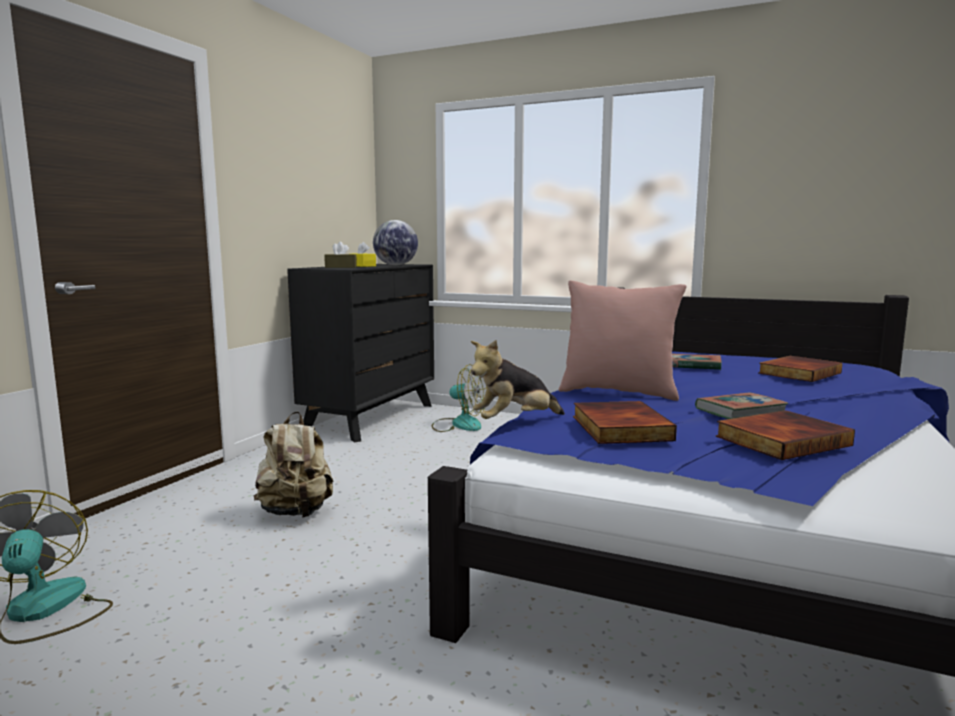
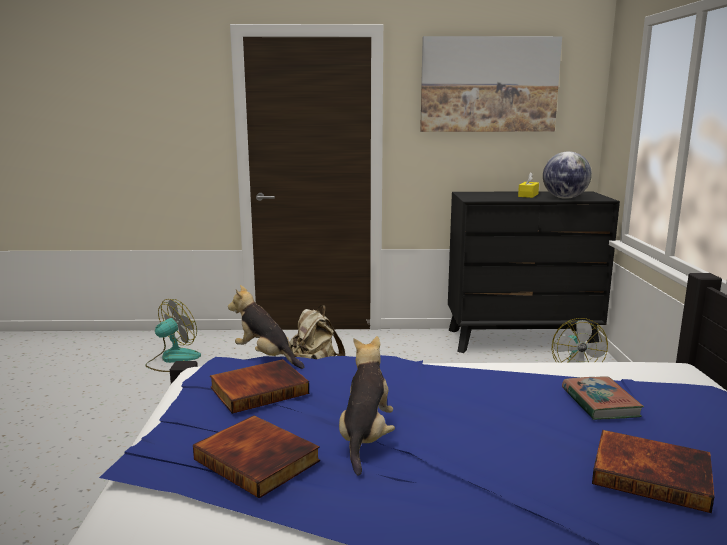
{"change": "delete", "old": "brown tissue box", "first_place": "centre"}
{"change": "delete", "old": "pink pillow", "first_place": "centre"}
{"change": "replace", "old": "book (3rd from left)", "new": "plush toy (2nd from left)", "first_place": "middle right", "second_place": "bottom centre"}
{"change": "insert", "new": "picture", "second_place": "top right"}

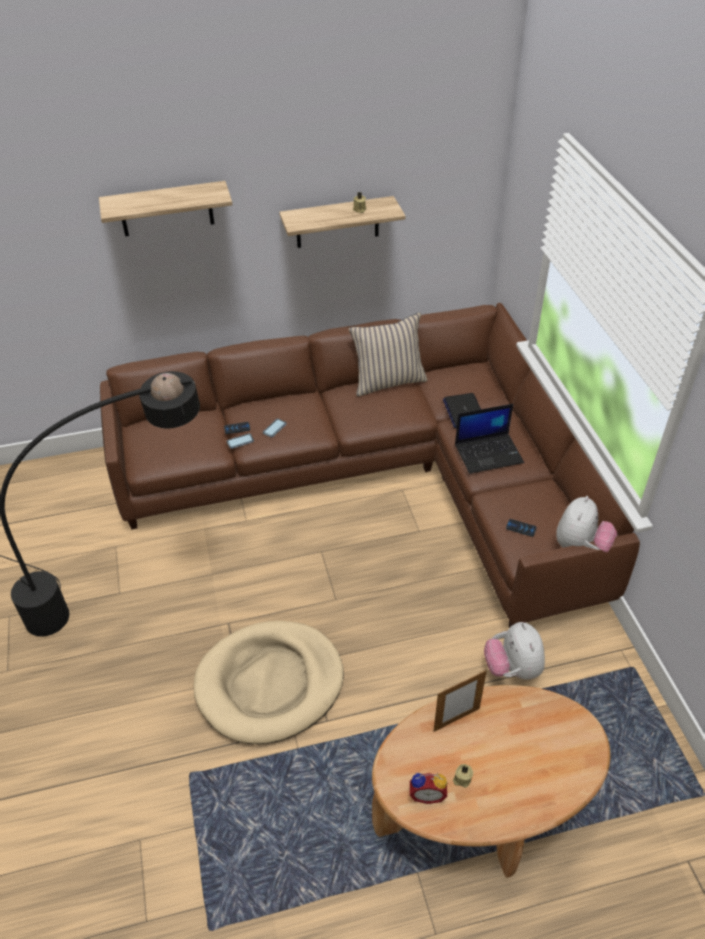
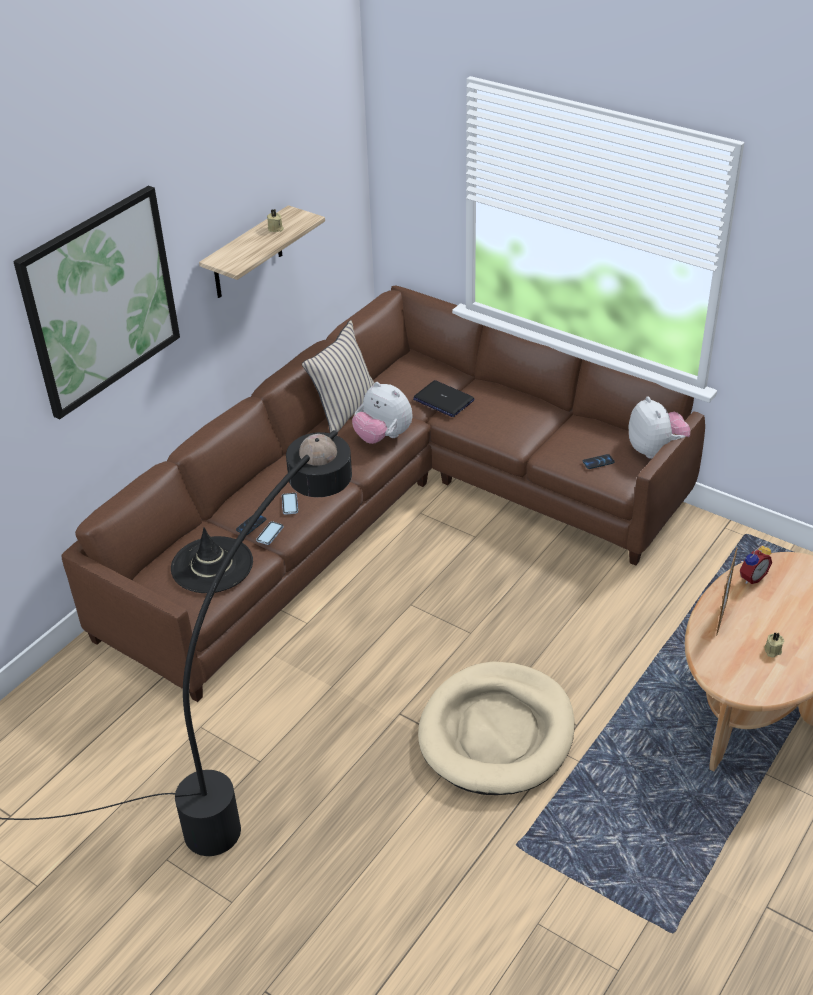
{"change": "replace", "old": "shelf (1st from left)", "new": "picture", "first_place": "top left", "second_place": "top left"}
{"change": "delete", "old": "laptop (2nd from left)", "first_place": "middle right"}
{"change": "move", "old": "plush toy (1st from left)", "first_place": "bottom right", "second_place": "centre"}
{"change": "move", "old": "alarm clock", "first_place": "bottom centre", "second_place": "middle right"}
{"change": "insert", "new": "black hat", "second_place": "middle left"}

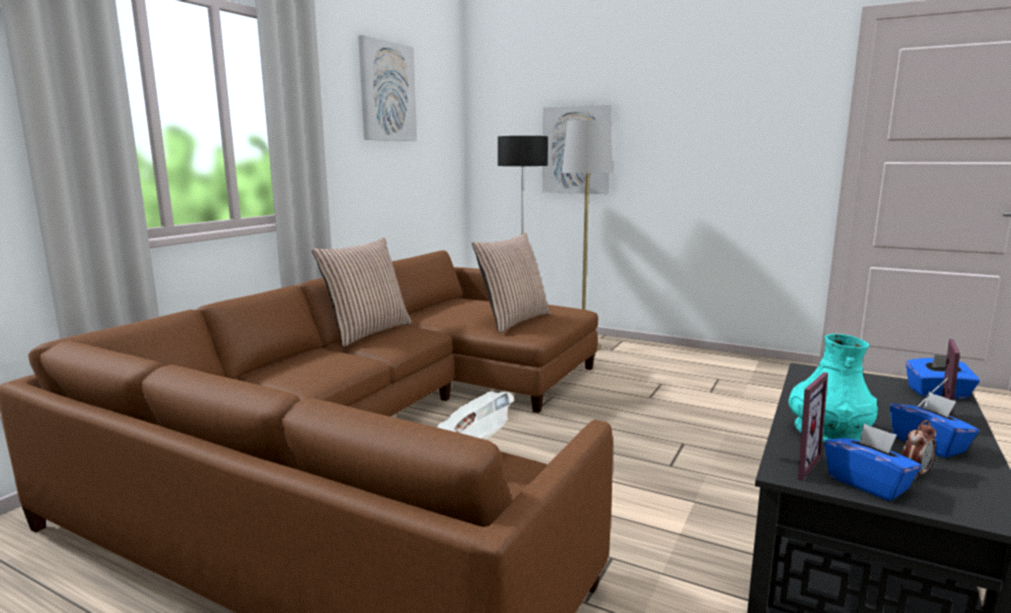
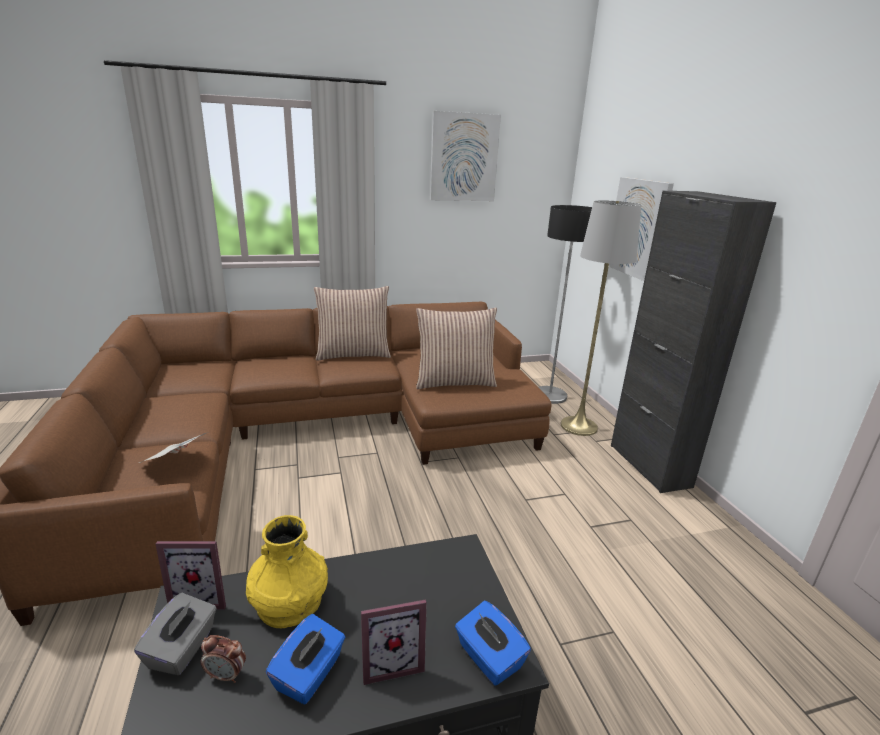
{"change": "recolor", "old": "turquoise vase", "new": "yellow vase", "first_place": "middle right", "second_place": "bottom left"}
{"change": "recolor", "old": "blue tissue box (1st from left)", "new": "grey tissue box", "first_place": "bottom right", "second_place": "bottom left"}
{"change": "insert", "new": "black cabinet", "second_place": "middle right"}

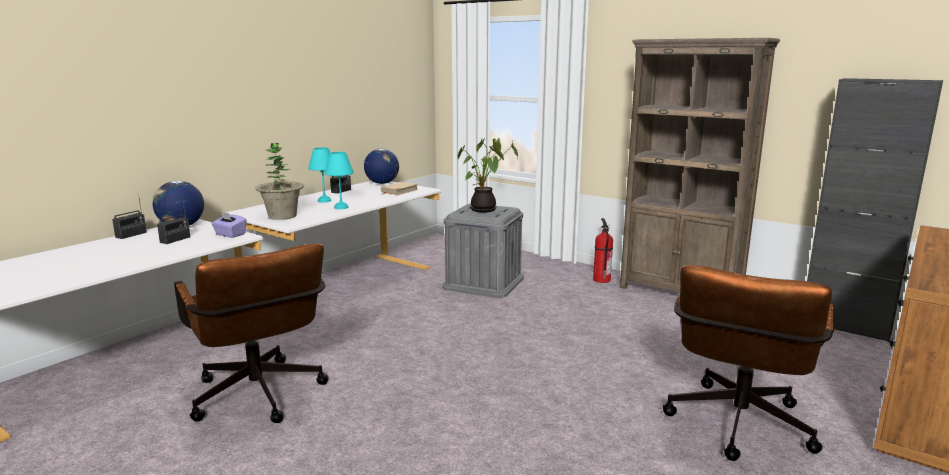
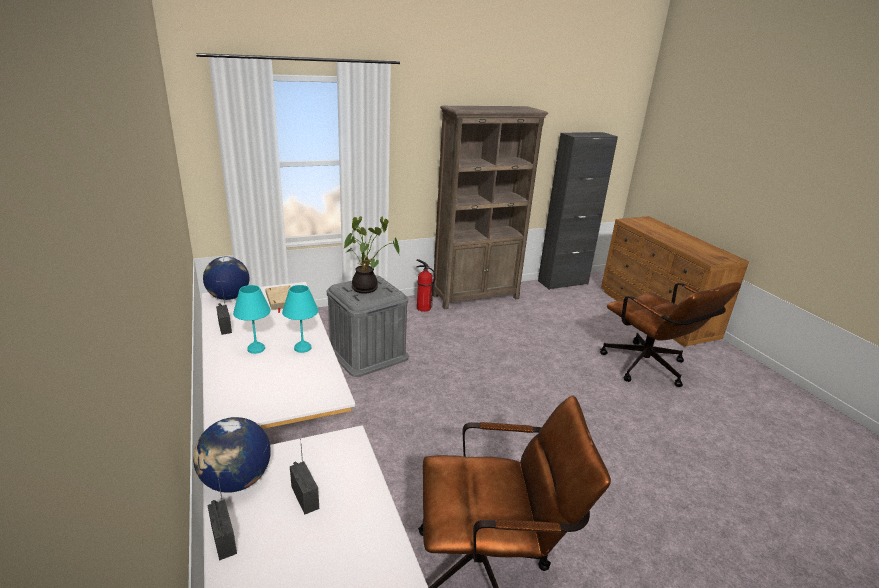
{"change": "delete", "old": "potted plant (1st from left)", "first_place": "middle left"}
{"change": "delete", "old": "purple tissue box", "first_place": "middle left"}

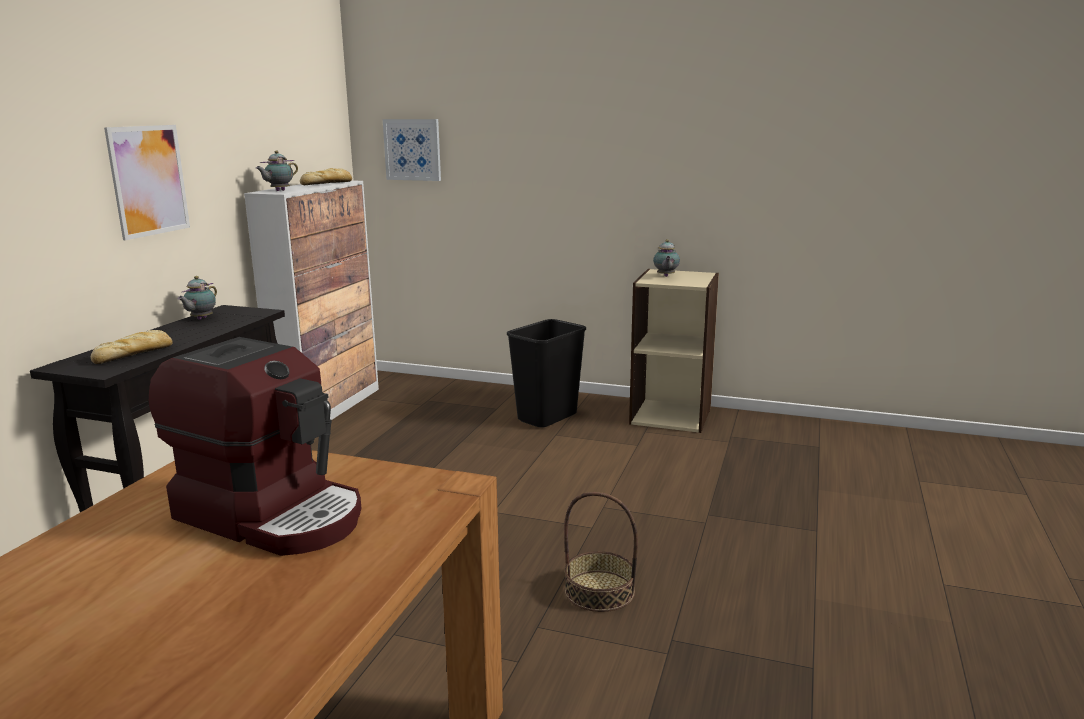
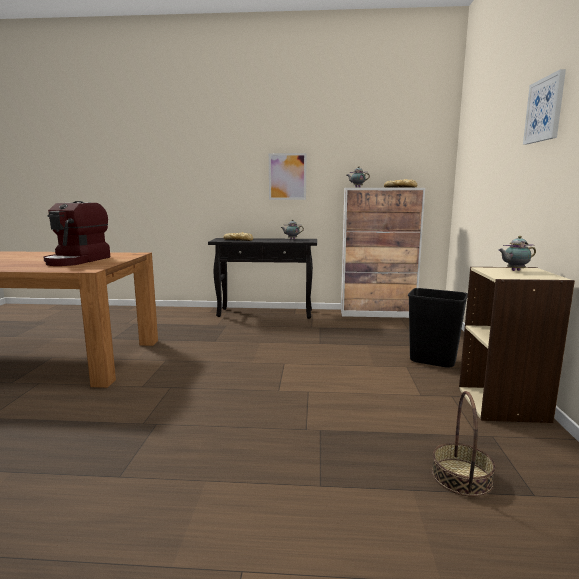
{"change": "move", "old": "picture (2nd from left)", "first_place": "top centre", "second_place": "top right"}
{"change": "move", "old": "basket", "first_place": "bottom centre", "second_place": "bottom right"}

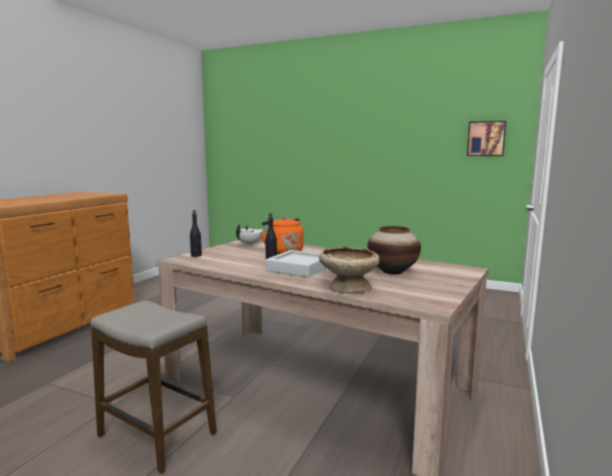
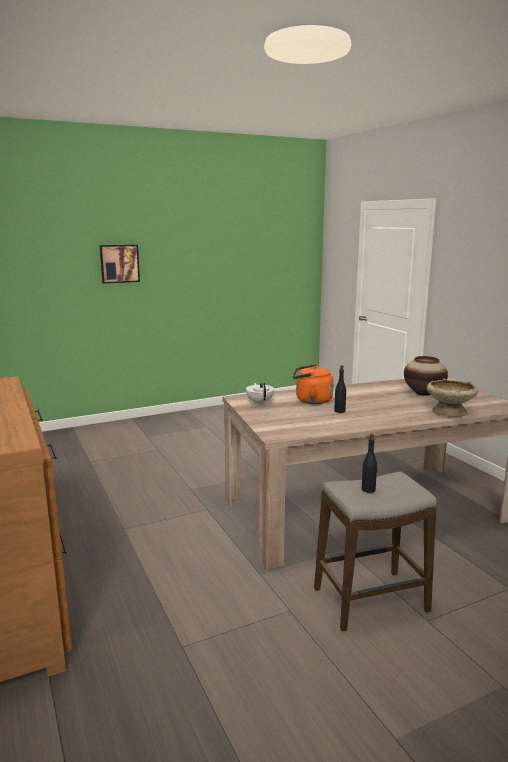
{"change": "move", "old": "picture", "first_place": "top right", "second_place": "middle left"}
{"change": "move", "old": "black bottle (1st from left in the first image)", "new": "black bottle (2nd from left)", "first_place": "middle left", "second_place": "middle right"}
{"change": "delete", "old": "grey tray", "first_place": "centre"}

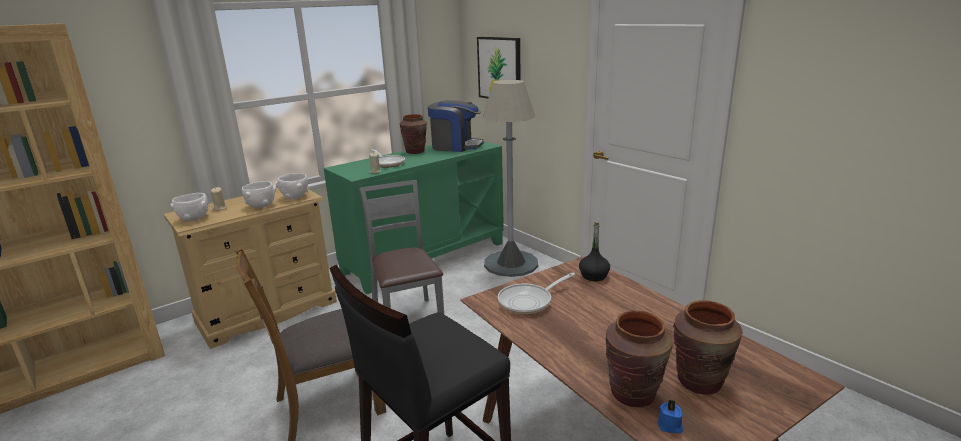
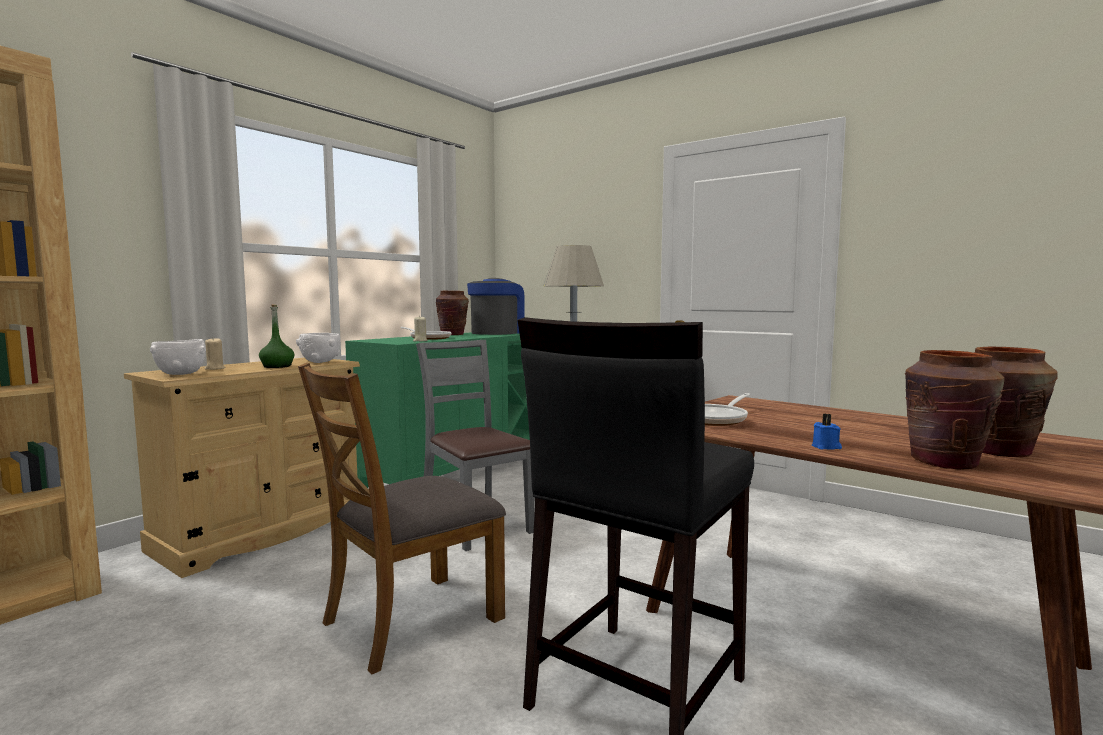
{"change": "delete", "old": "picture", "first_place": "top centre"}
{"change": "rotate", "old": "coffee machine", "first_place": "top centre", "second_place": "centre", "degrees": -60}
{"change": "replace", "old": "white bowl (2nd from left)", "new": "green bottle", "first_place": "middle left", "second_place": "middle left"}
{"change": "delete", "old": "black bottle", "first_place": "centre"}
{"change": "move", "old": "blue candle", "first_place": "bottom right", "second_place": "middle right"}

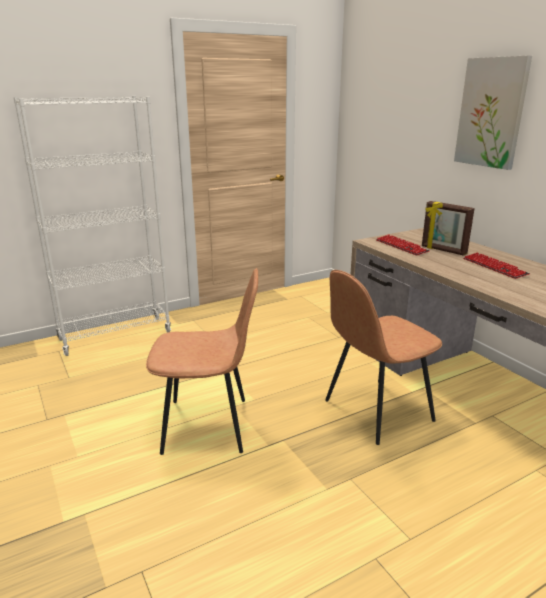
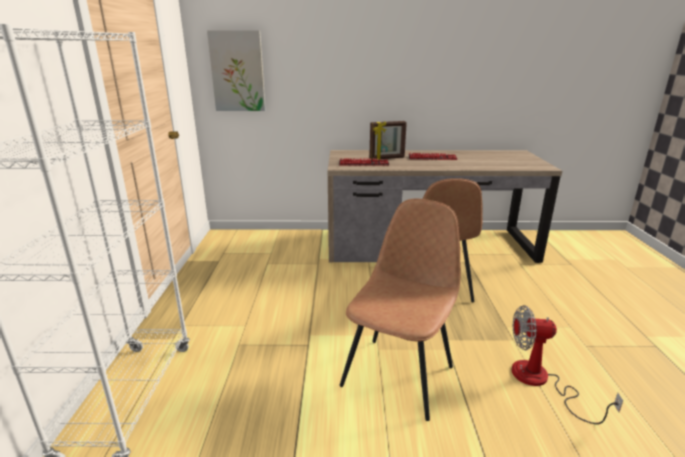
{"change": "move", "old": "picture", "first_place": "top right", "second_place": "top centre"}
{"change": "insert", "new": "fan", "second_place": "bottom right"}

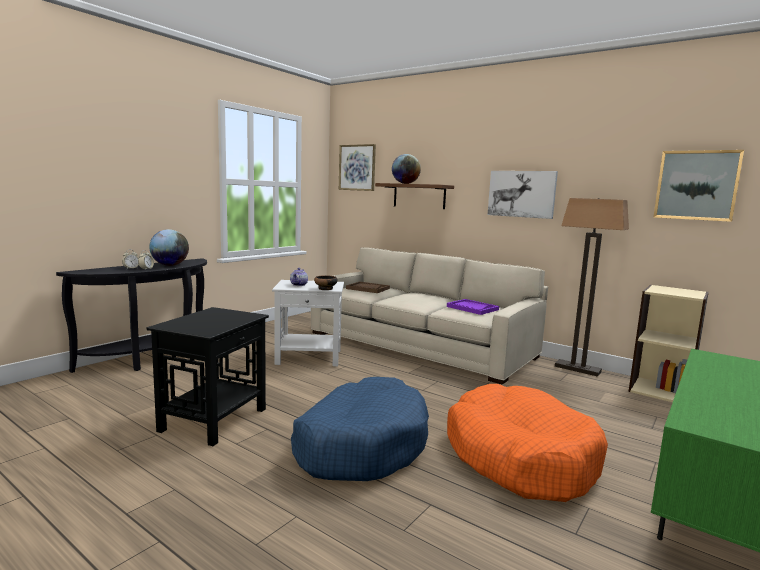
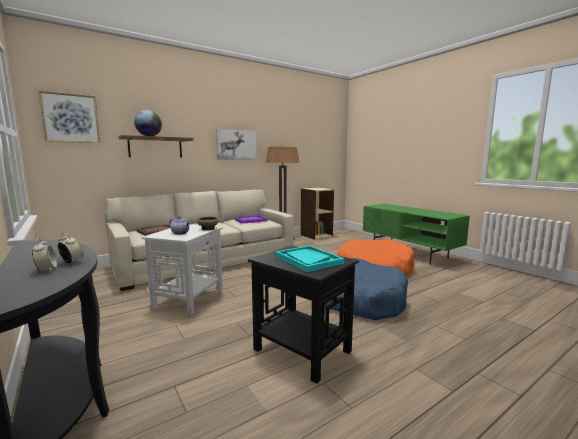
{"change": "delete", "old": "picture (3rd from left)", "first_place": "top right"}
{"change": "delete", "old": "globe (1st from left)", "first_place": "middle left"}
{"change": "insert", "new": "turquoise tray", "second_place": "centre"}

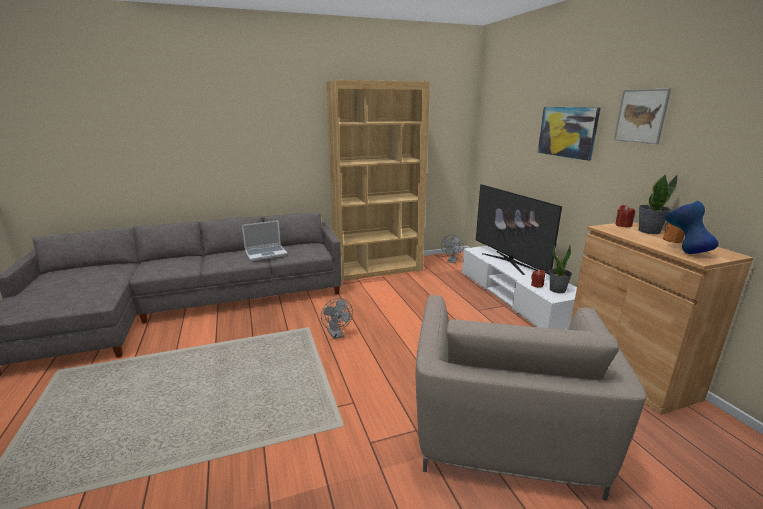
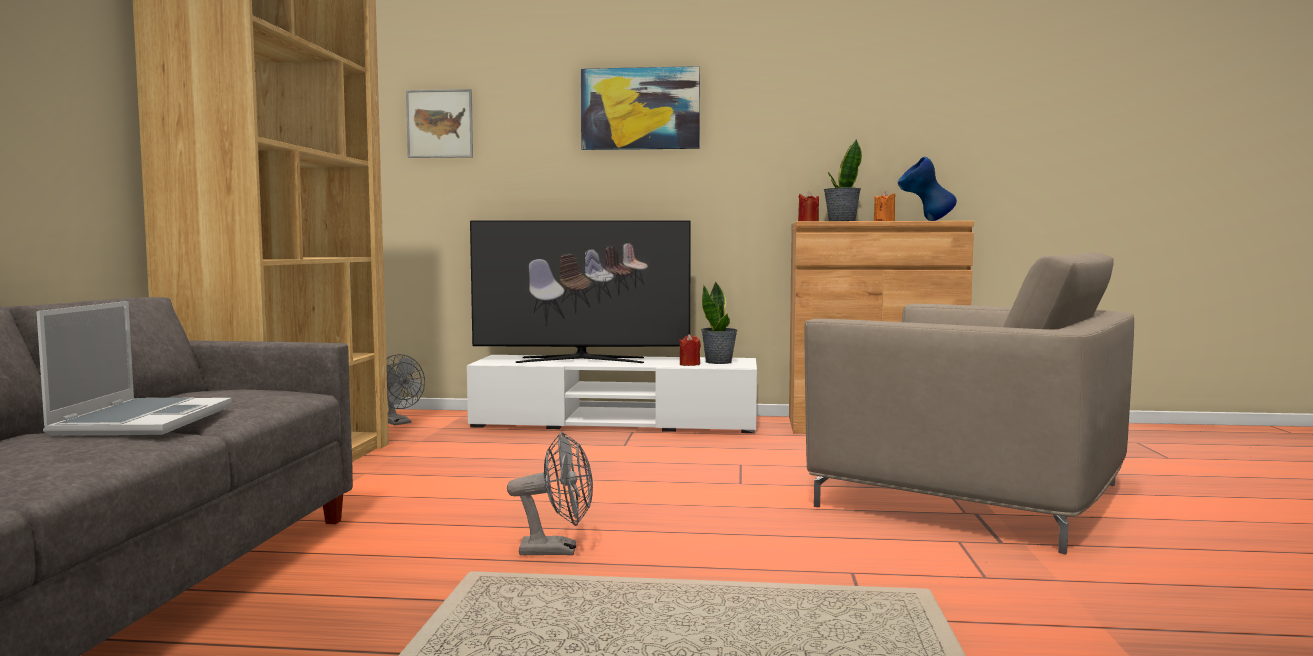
{"change": "move", "old": "picture (2nd from left in the first image)", "new": "picture (1st from left)", "first_place": "top right", "second_place": "top centre"}

